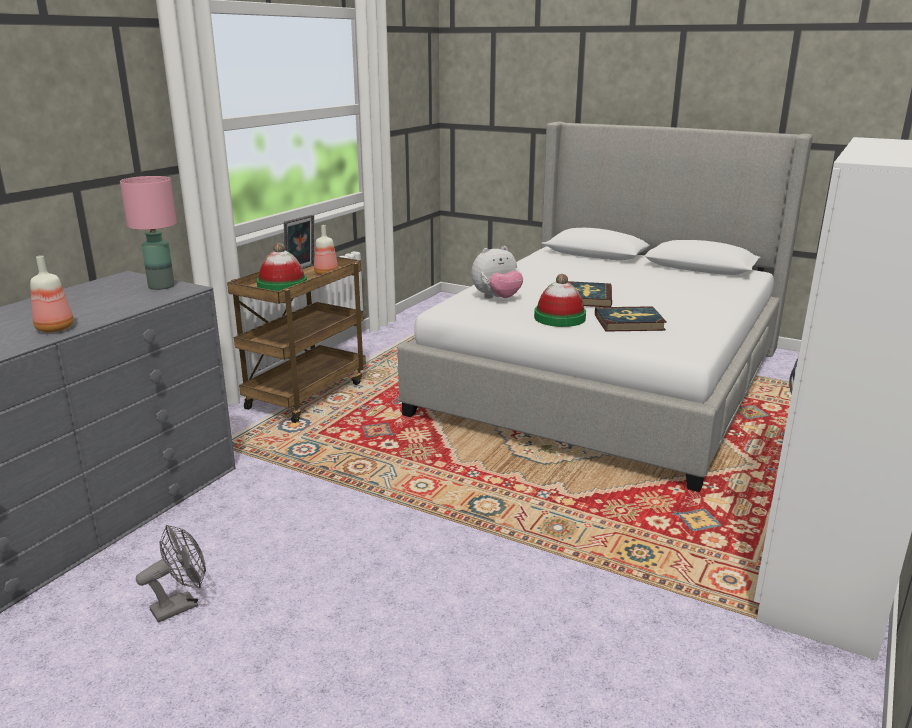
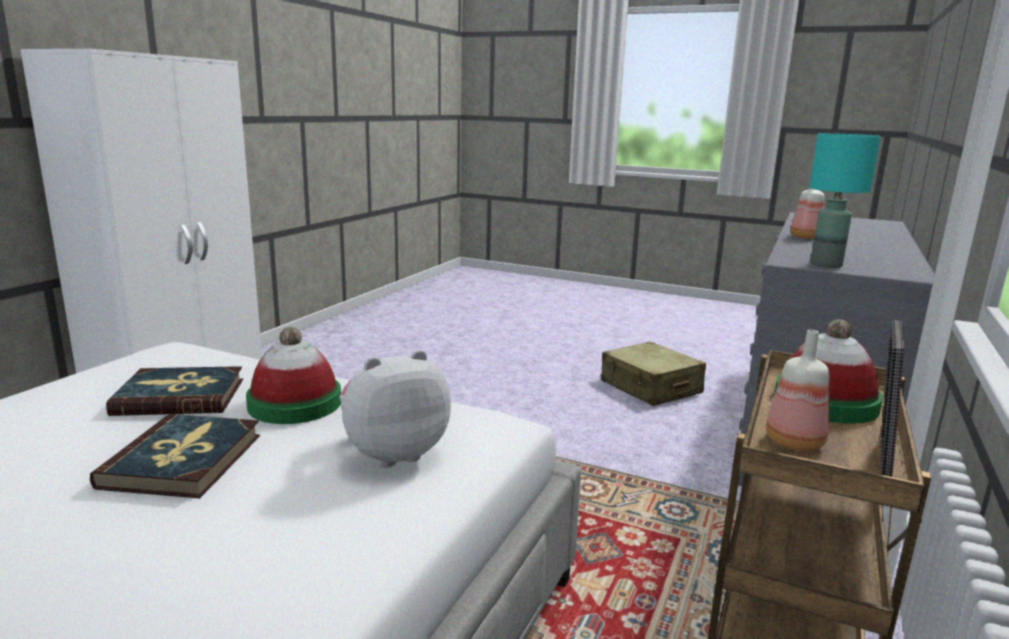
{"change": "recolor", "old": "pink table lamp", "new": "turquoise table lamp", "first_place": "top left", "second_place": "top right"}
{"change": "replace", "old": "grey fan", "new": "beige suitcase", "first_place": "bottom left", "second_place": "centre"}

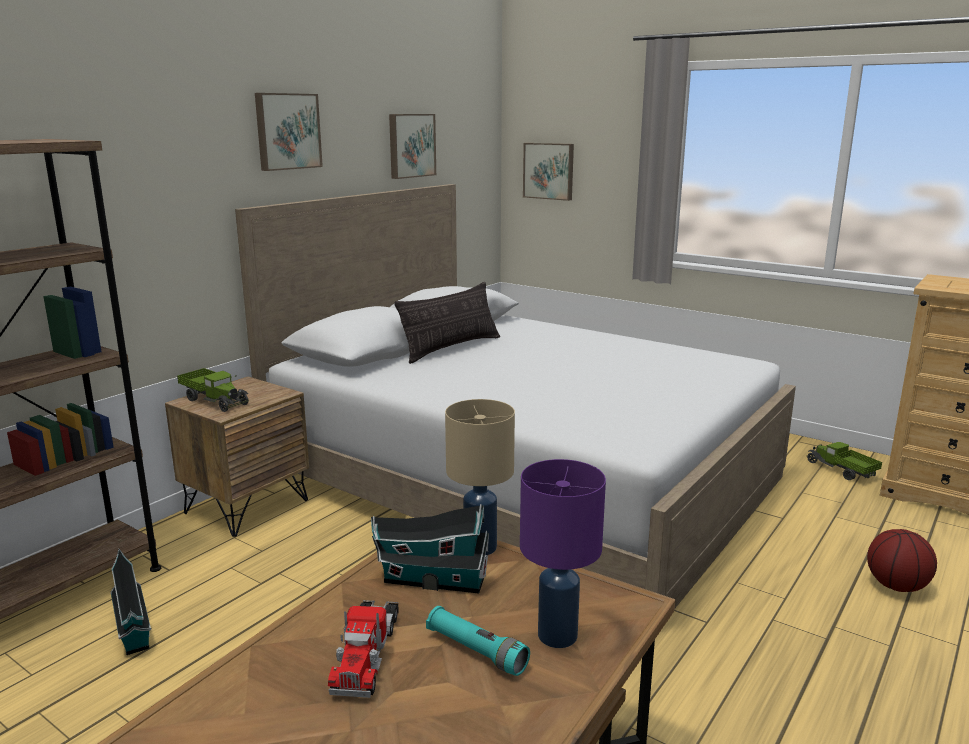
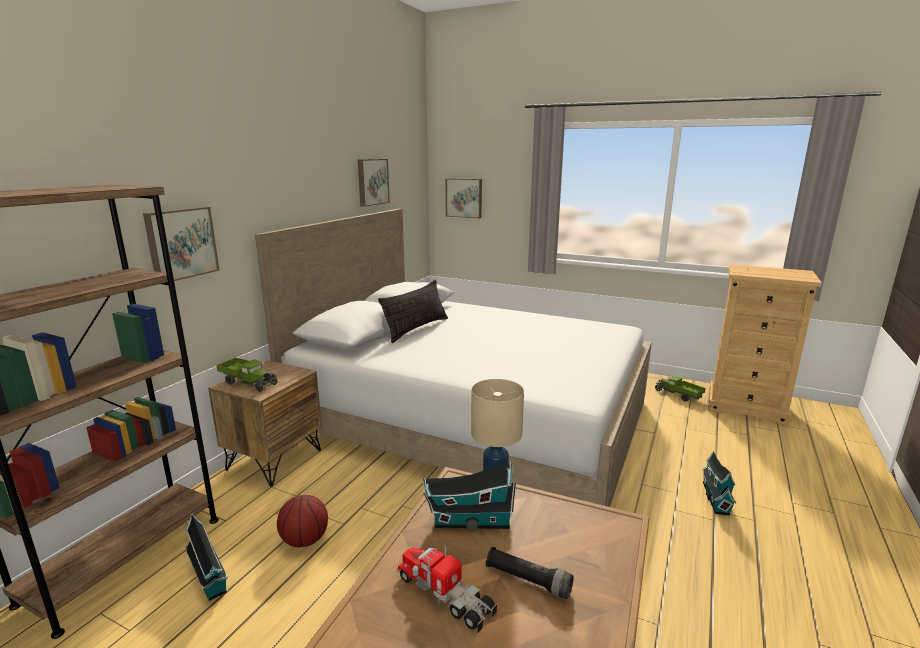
{"change": "move", "old": "picture (1st from left)", "first_place": "top left", "second_place": "middle left"}
{"change": "delete", "old": "purple table lamp", "first_place": "bottom centre"}
{"change": "move", "old": "basketball", "first_place": "bottom right", "second_place": "bottom left"}
{"change": "rotate", "old": "toy truck (2nd from left)", "first_place": "bottom centre", "second_place": "bottom centre", "degrees": 135}
{"change": "recolor", "old": "turquoise flashlight", "new": "black flashlight", "first_place": "bottom centre", "second_place": "bottom centre"}
{"change": "insert", "new": "toy house (3rd from left)", "second_place": "bottom right"}

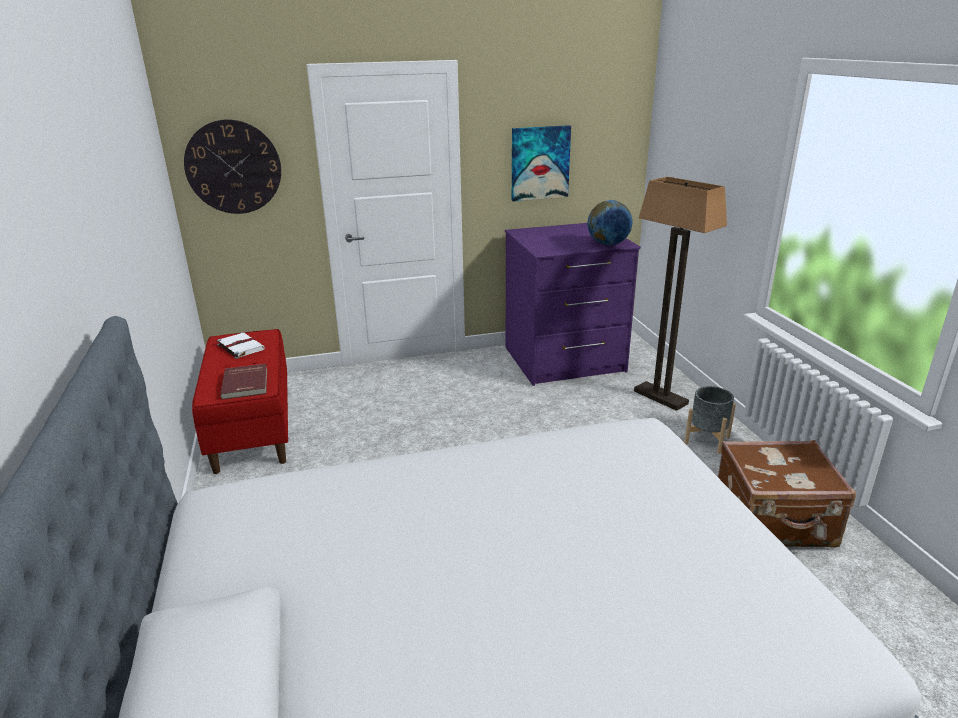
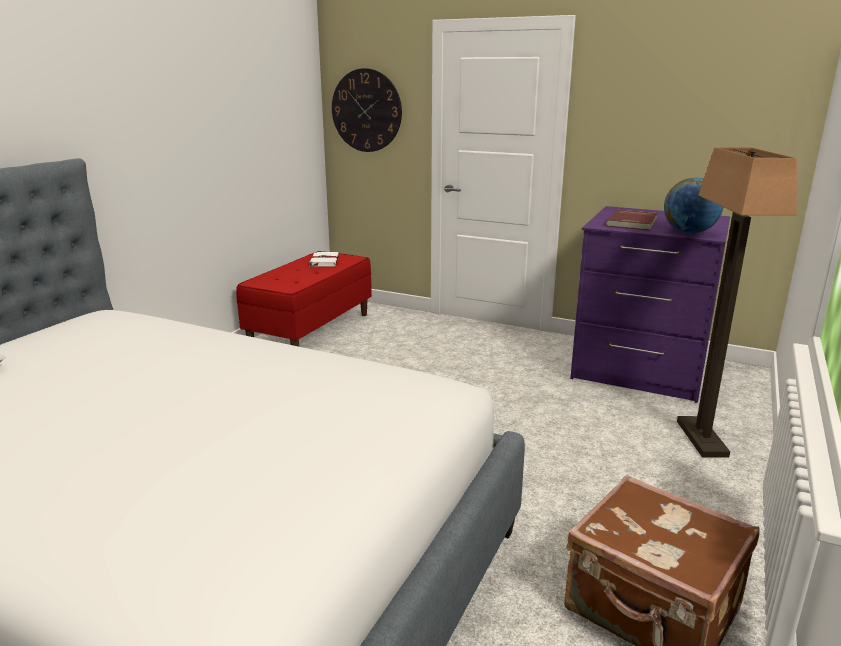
{"change": "delete", "old": "picture", "first_place": "top centre"}
{"change": "move", "old": "red book", "first_place": "middle left", "second_place": "middle right"}
{"change": "delete", "old": "grey planter", "first_place": "middle right"}

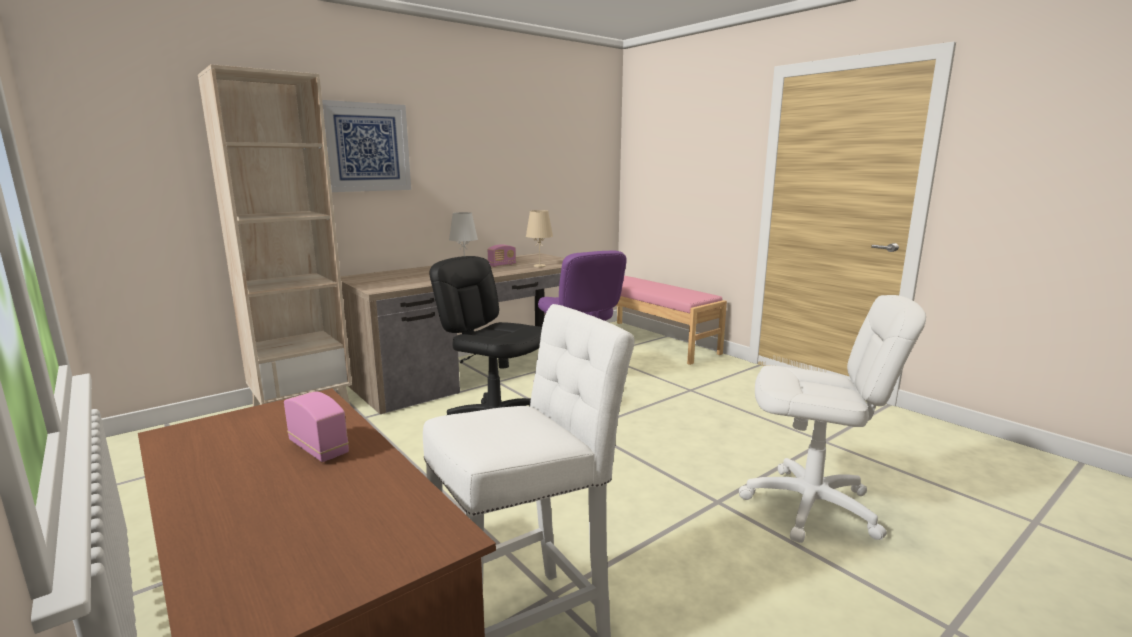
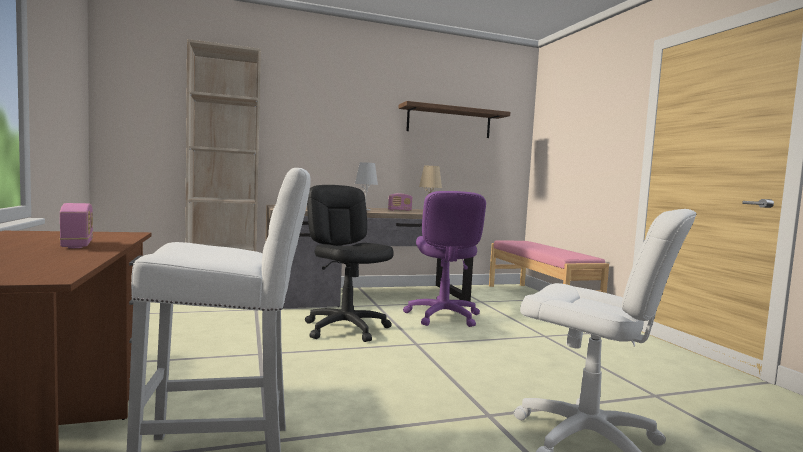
{"change": "delete", "old": "picture", "first_place": "top left"}
{"change": "insert", "new": "shelf", "second_place": "top centre"}

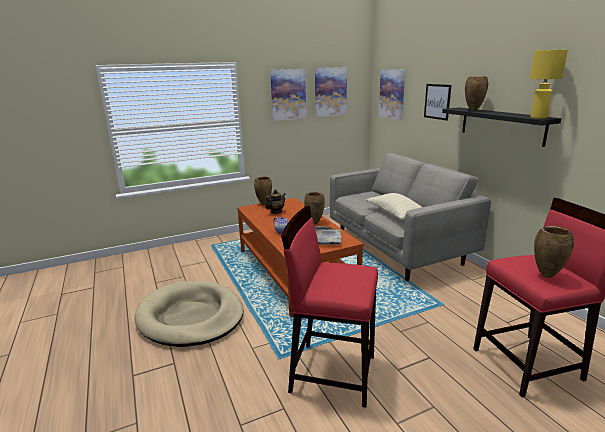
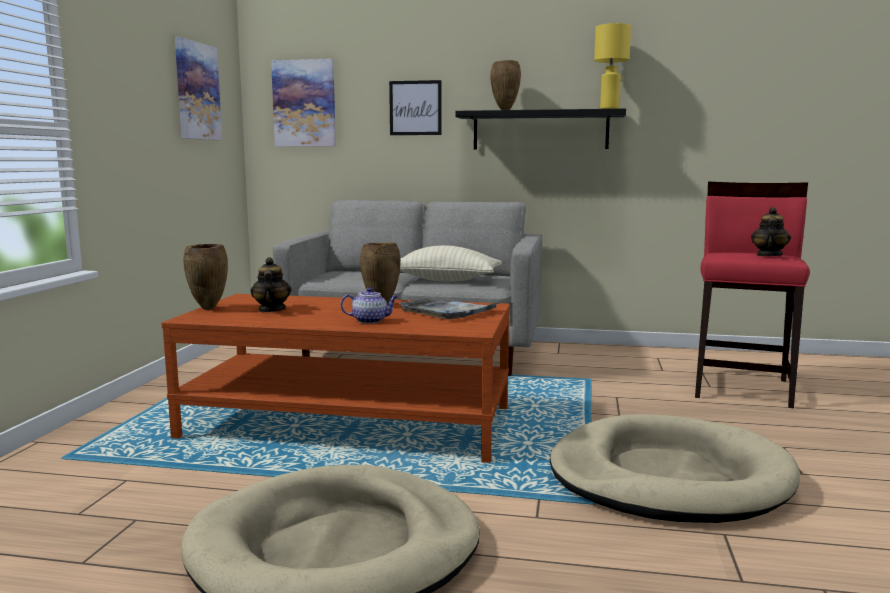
{"change": "delete", "old": "picture (1st from left)", "first_place": "top centre"}
{"change": "replace", "old": "red stool (1st from left)", "new": "beige dog bed (2nd from left)", "first_place": "bottom centre", "second_place": "bottom right"}
{"change": "replace", "old": "brown vase (4th from left)", "new": "teapot (3rd from left)", "first_place": "middle right", "second_place": "middle right"}

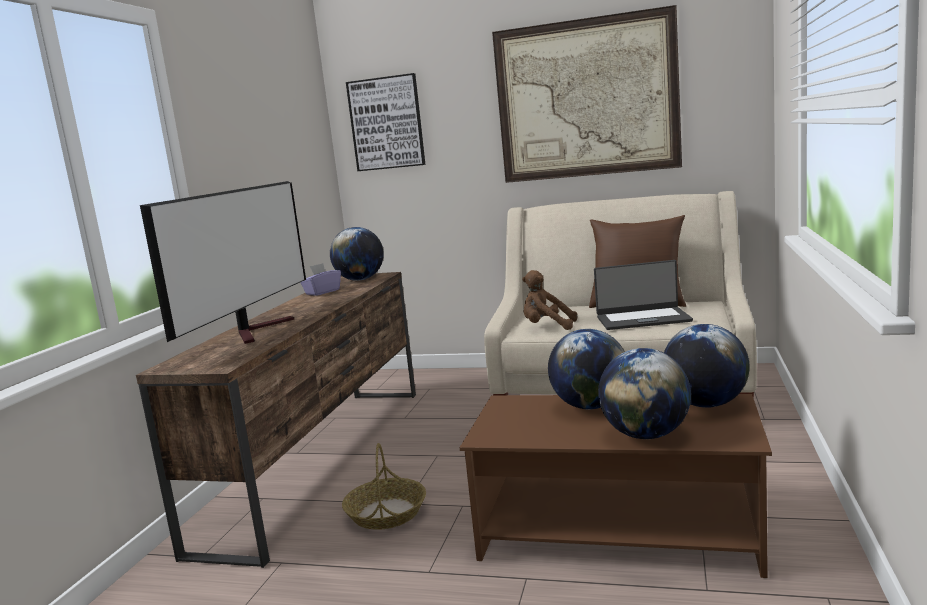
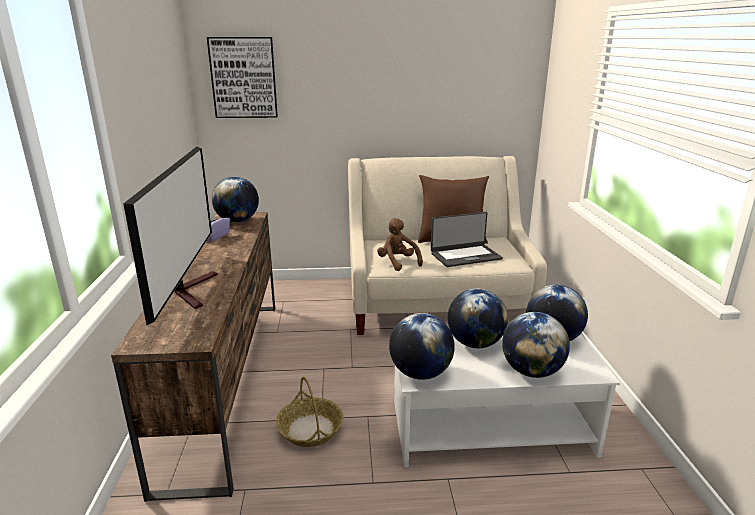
{"change": "delete", "old": "picture (2nd from left)", "first_place": "top centre"}
{"change": "rotate", "old": "brown plush toy", "first_place": "centre", "second_place": "centre", "degrees": 60}
{"change": "recolor", "old": "brown coffee table", "new": "white coffee table", "first_place": "bottom centre", "second_place": "bottom right"}
{"change": "insert", "new": "globe (2nd from left)", "second_place": "bottom centre"}

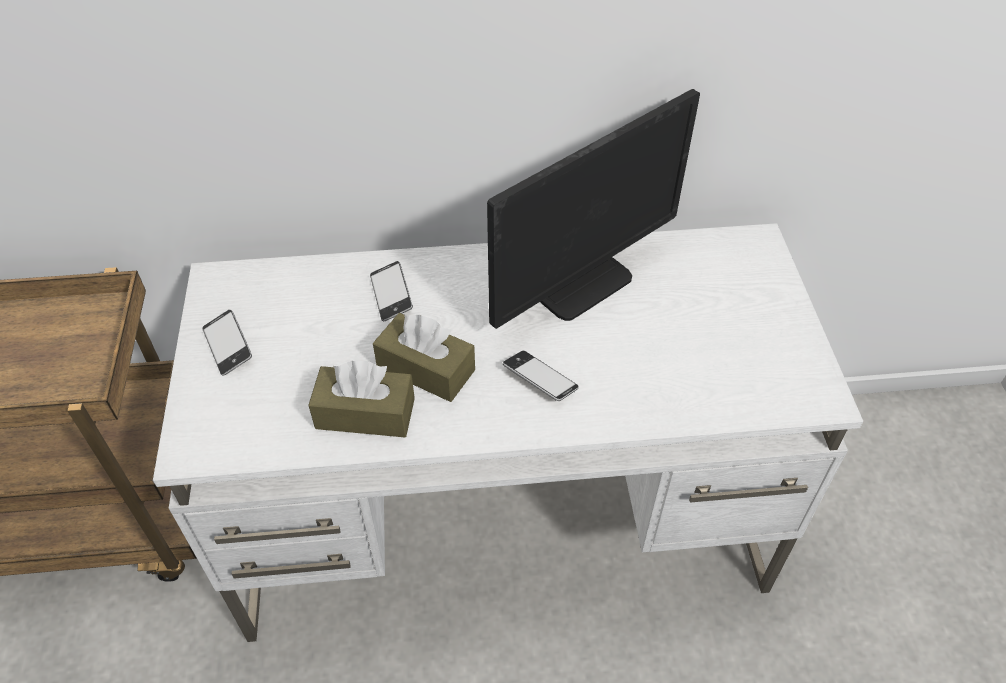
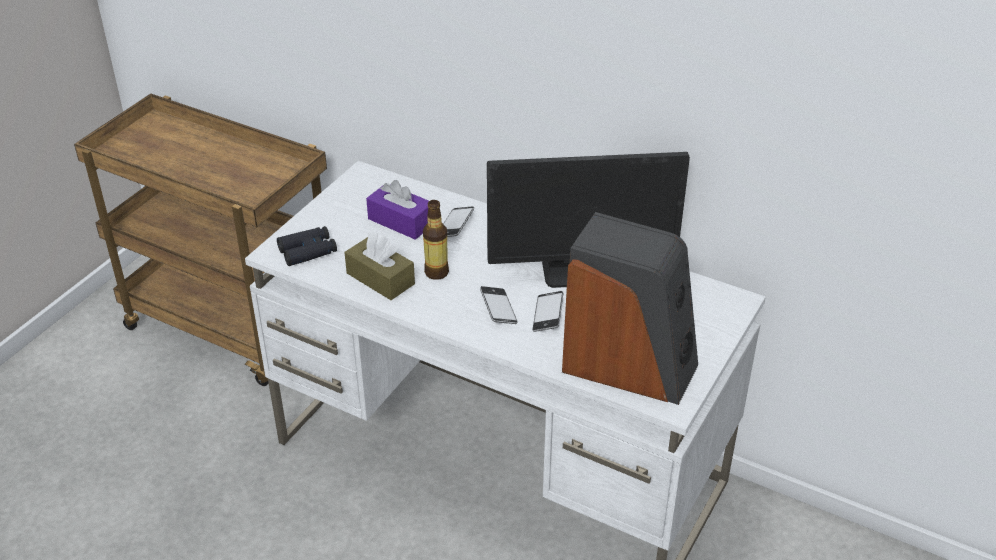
{"change": "move", "old": "phone (1st from left in the first image)", "new": "phone (3rd from left)", "first_place": "middle left", "second_place": "centre"}
{"change": "replace", "old": "brown tissue box (2nd from left)", "new": "bottle", "first_place": "centre", "second_place": "centre"}
{"change": "insert", "new": "purple tissue box", "second_place": "centre"}
{"change": "insert", "new": "speaker", "second_place": "centre"}
{"change": "insert", "new": "black binoculars", "second_place": "middle left"}

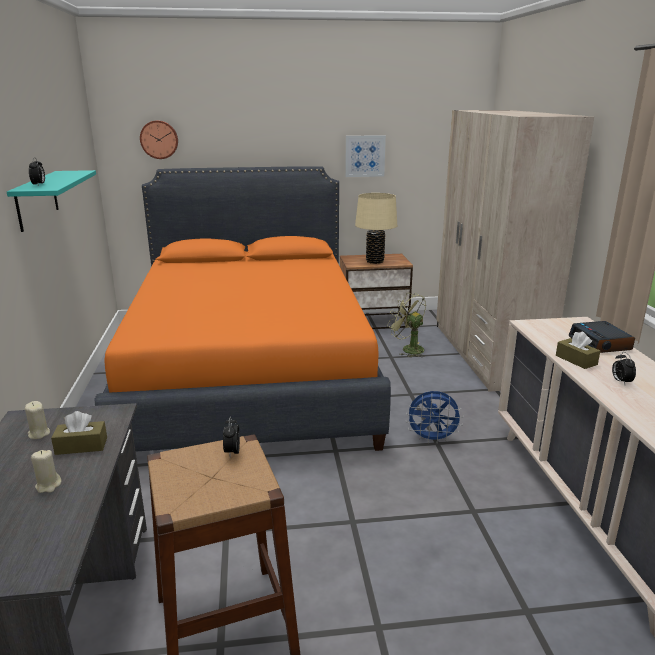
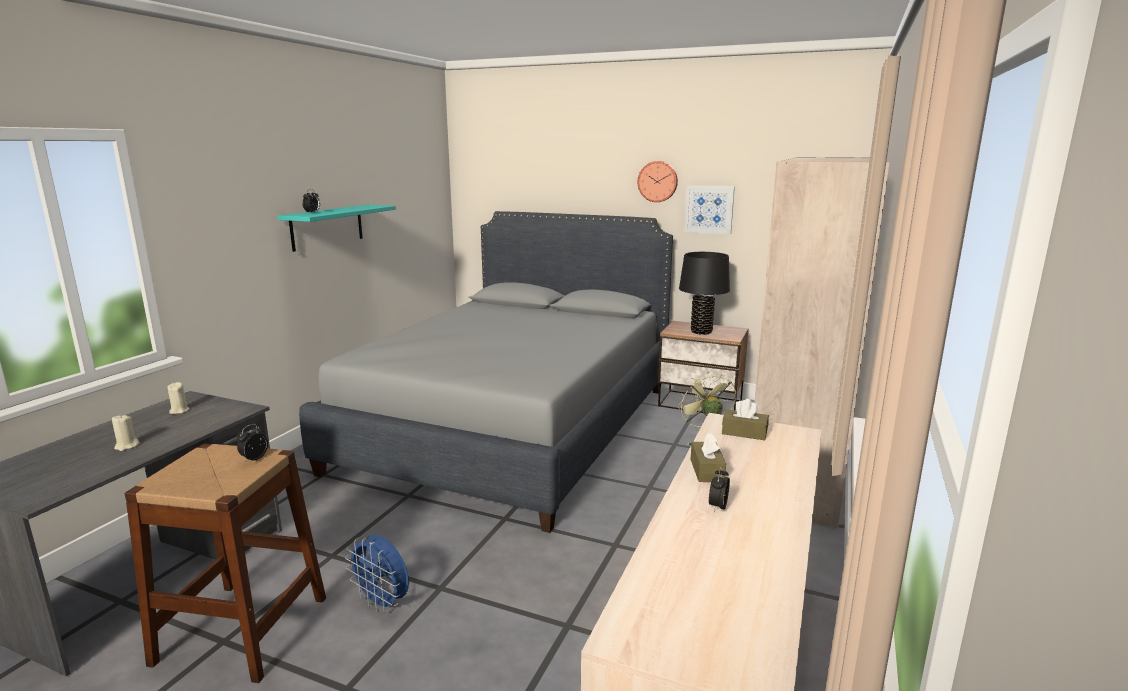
{"change": "move", "old": "wall clock", "first_place": "top left", "second_place": "top centre"}
{"change": "recolor", "old": "orange bed", "new": "grey bed", "first_place": "centre", "second_place": "centre"}
{"change": "recolor", "old": "beige table lamp", "new": "black table lamp", "first_place": "centre", "second_place": "centre"}
{"change": "delete", "old": "alarm clock (3rd from left)", "first_place": "middle right"}
{"change": "move", "old": "blue fan", "first_place": "centre", "second_place": "bottom centre"}
{"change": "move", "old": "brown tissue box (1st from left in the first image)", "new": "brown tissue box (2nd from left)", "first_place": "middle left", "second_place": "centre"}

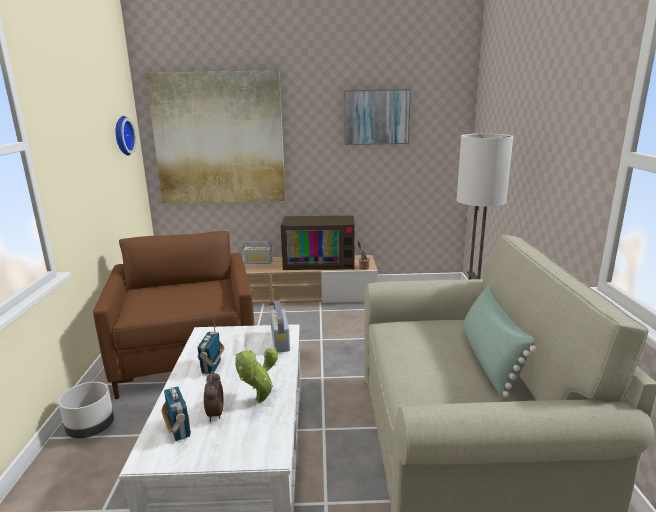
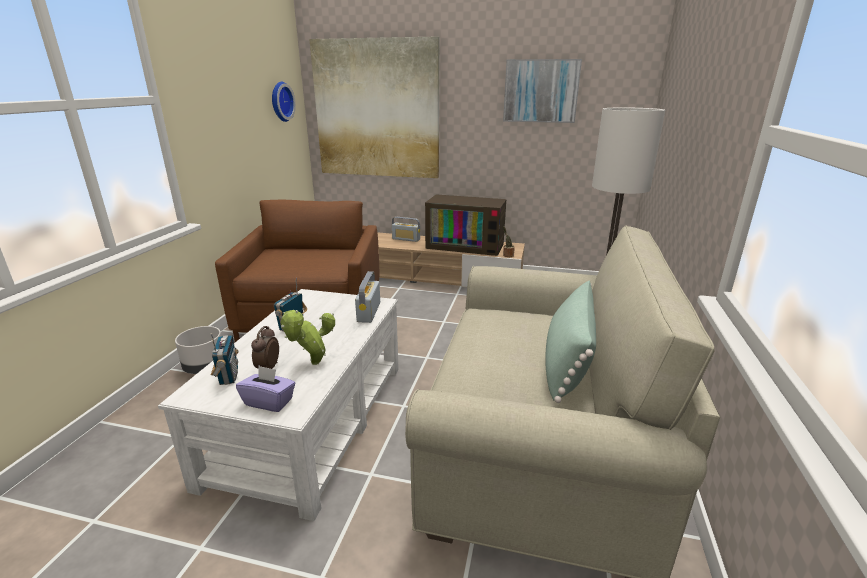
{"change": "insert", "new": "purple tissue box", "second_place": "bottom left"}

